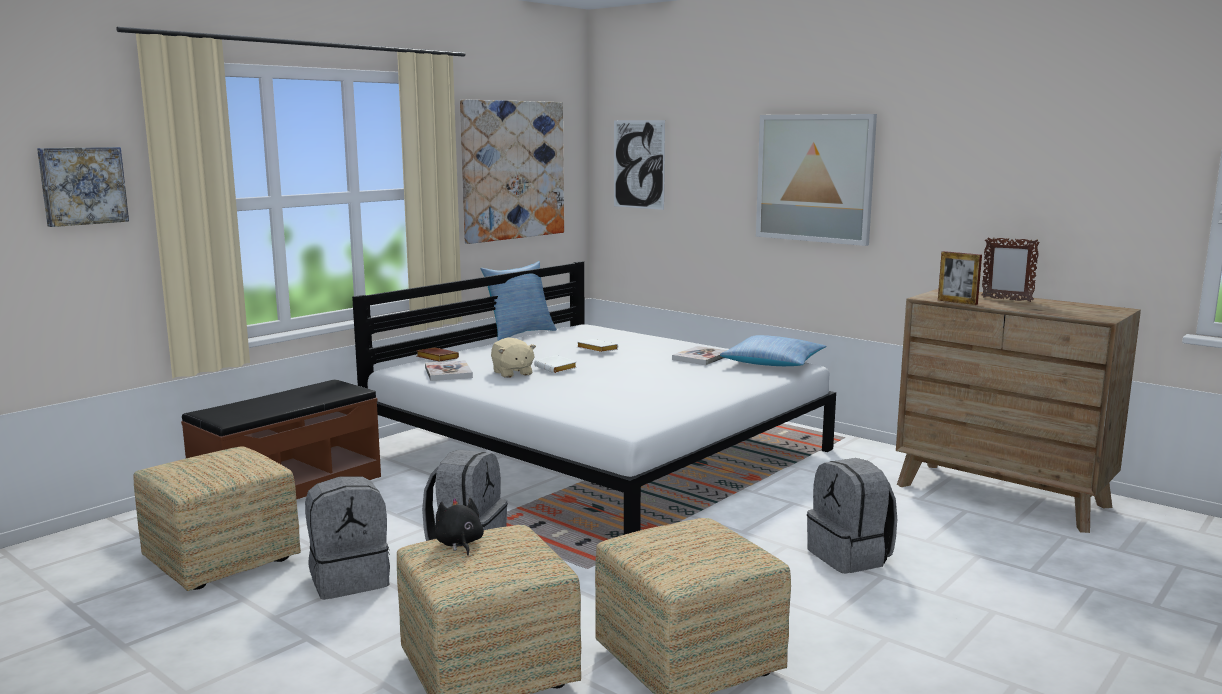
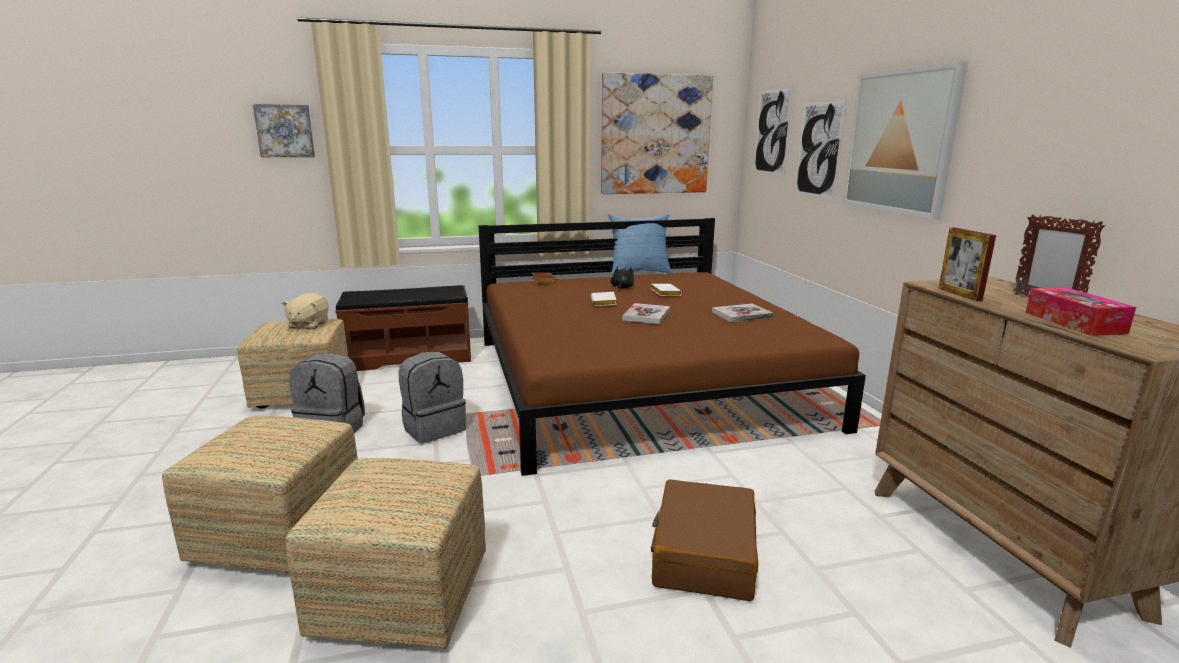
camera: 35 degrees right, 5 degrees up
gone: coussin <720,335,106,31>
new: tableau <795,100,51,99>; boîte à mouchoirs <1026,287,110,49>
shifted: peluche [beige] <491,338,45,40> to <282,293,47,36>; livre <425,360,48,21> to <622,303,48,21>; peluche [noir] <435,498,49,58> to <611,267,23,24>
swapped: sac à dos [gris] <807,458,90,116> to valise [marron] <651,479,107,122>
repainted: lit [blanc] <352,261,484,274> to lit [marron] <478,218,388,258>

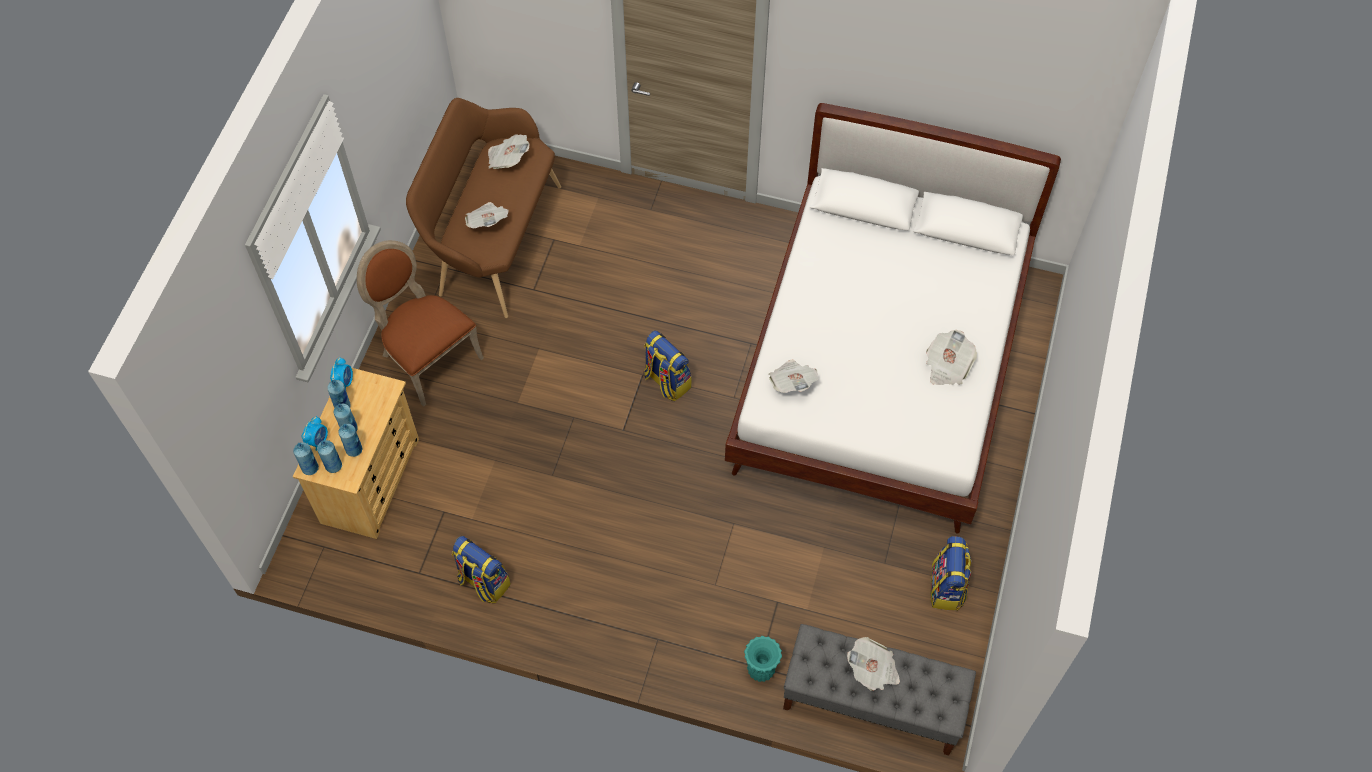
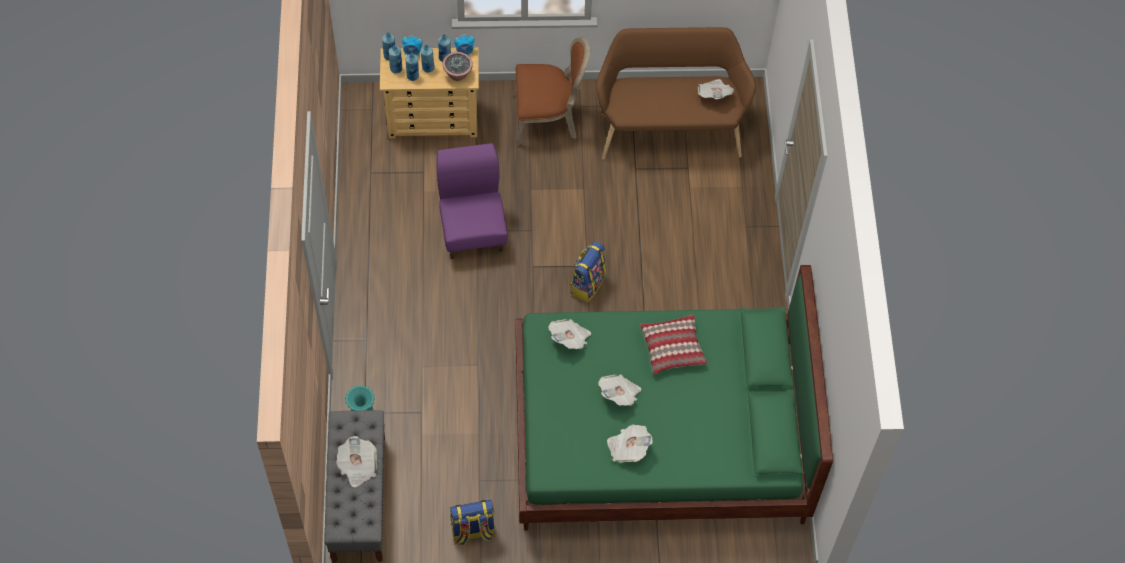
camera: 70 degrees right, 0 degrees up
gone: sac à dos <452,536,59,67>
new: plante en pot <443,52,30,29>; chaise [violet] <436,143,72,116>; coussin <640,314,68,60>
shifted: journal <465,202,44,26> to <598,374,43,32>
repainted: lit [blanc] <725,103,336,431> to lit [vert] <515,265,318,266>
rotated: chaise [marron] <357,240,127,167> = <514,37,76,109> 60 degrees clockwise

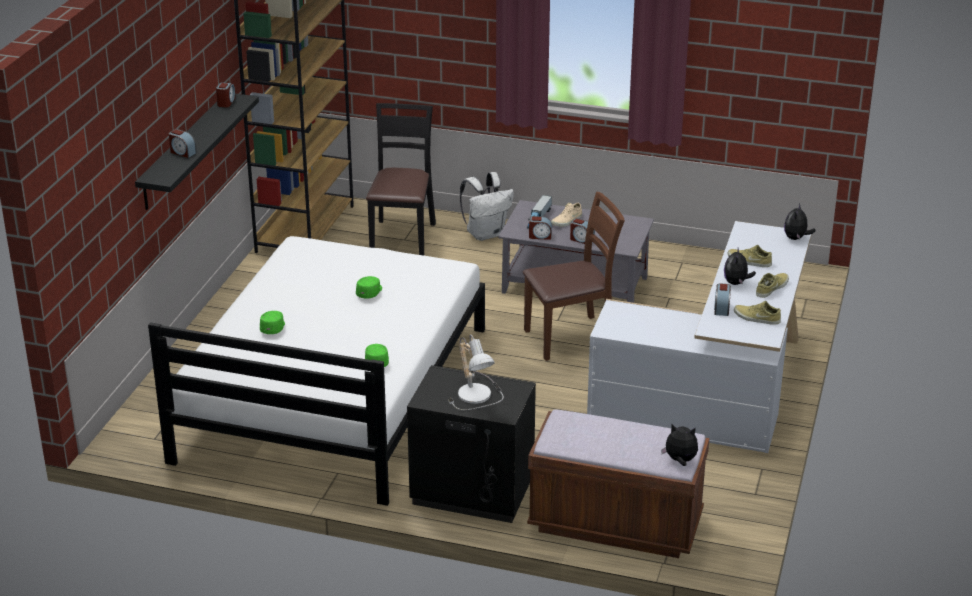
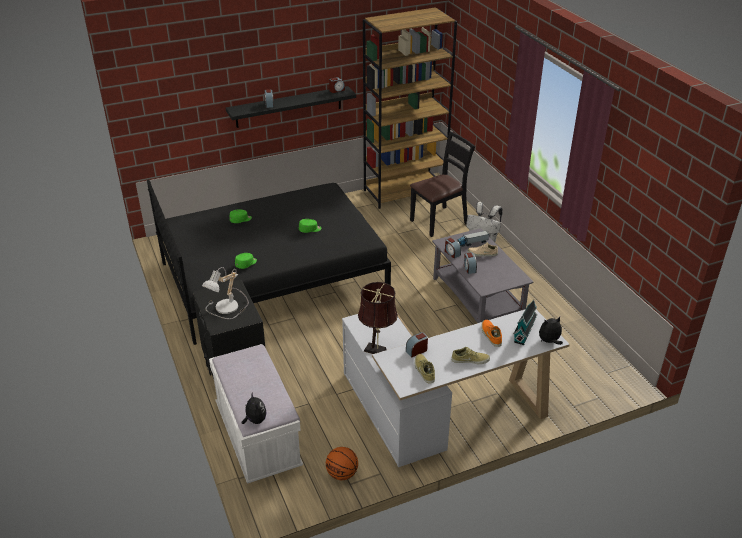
camera: 50 degrees right, 5 degrees up
gone: chaise [marron] <523,192,102,169>; peluche <724,248,32,37>
new: lampe de table [marron] <358,282,40,72>; maison miniature <513,300,24,45>; ballon de basket <326,447,32,33>
repainted: lit [blanc] <148,236,337,270> to lit [noir] <147,179,244,166>; chaussure [beige] <728,245,44,22> to chaussure [orange] <481,320,21,27>; banc [marron] <527,409,183,149> to banc [blanc] <209,344,94,140>

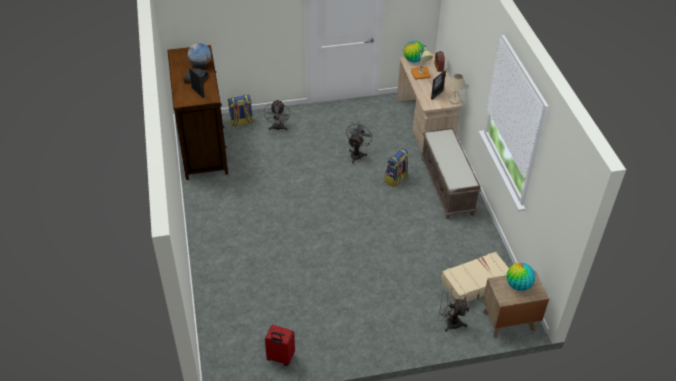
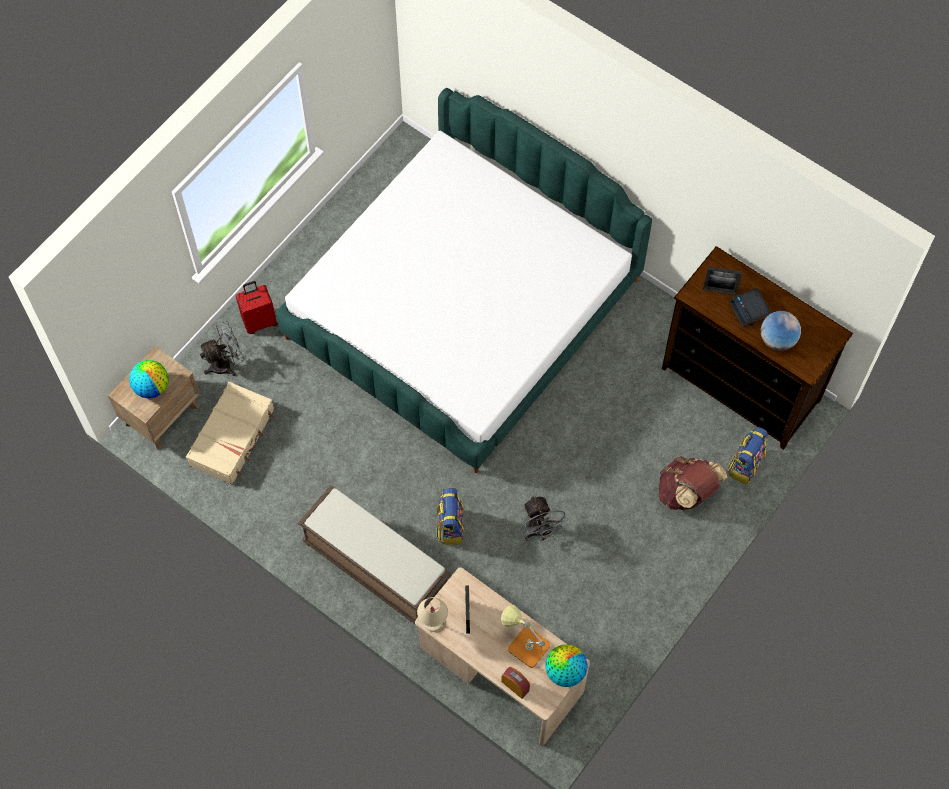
camera: 140 degrees right, 20 degrees up
new: lit <275,88,377,385>
shifted: valise [rouge] <265,325,30,41> to <236,281,42,53>
swapped: ventilateur [gris] <263,100,27,30> to sac à dos [marron] <659,456,69,54>

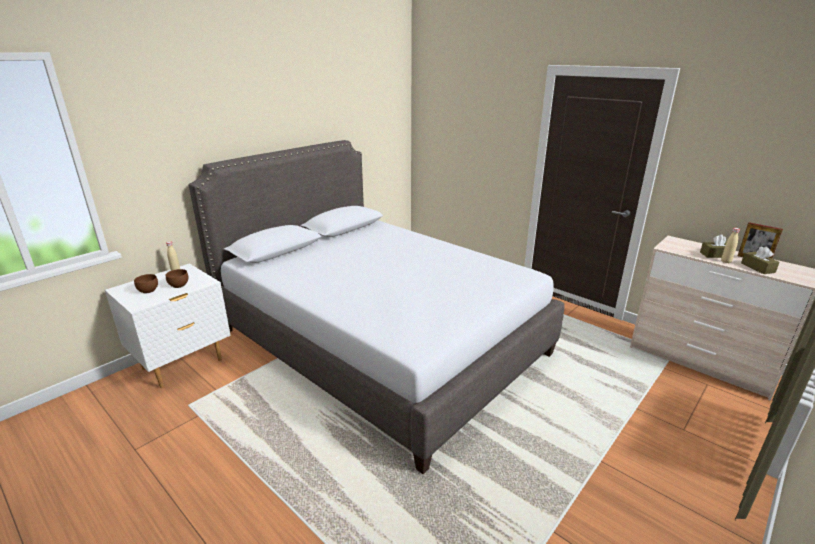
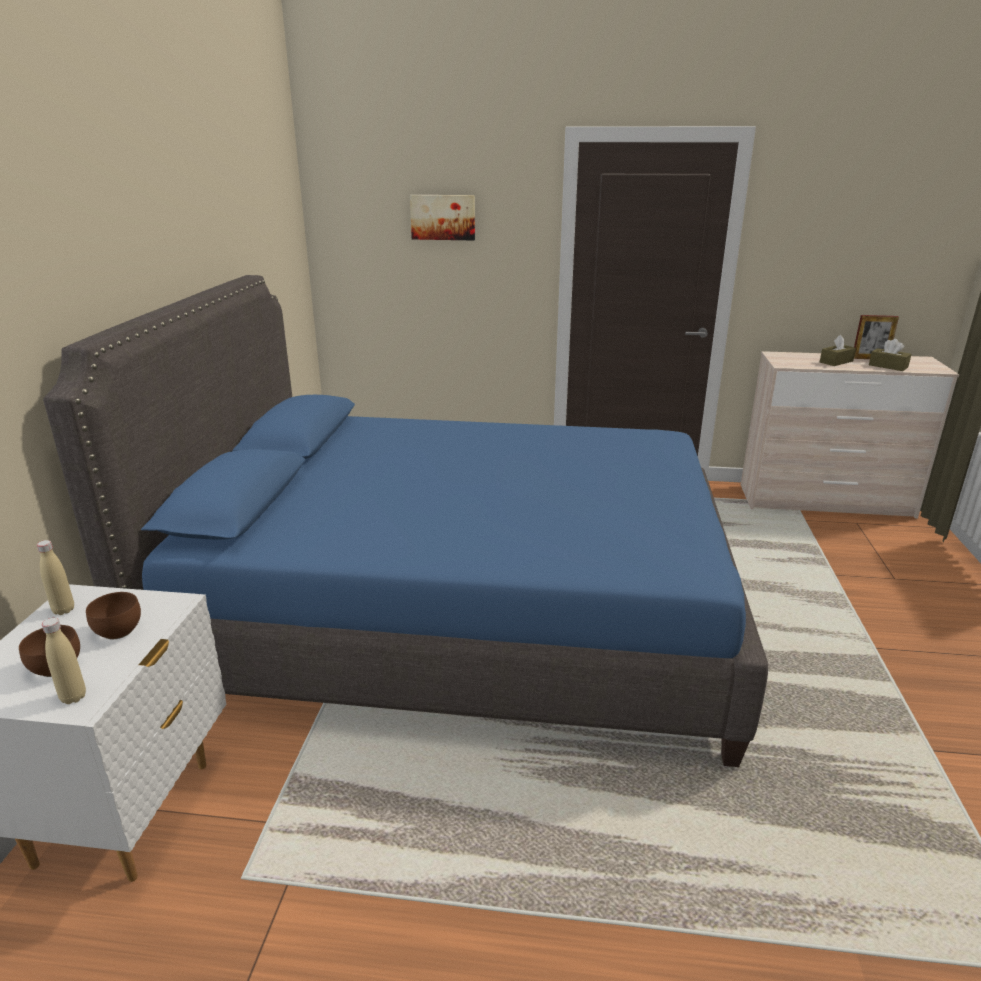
camera: 35 degrees left, 0 degrees up
new: tableau <410,195,65,45>
shifted: bouteille [beige] <721,228,19,35> to <42,618,44,86>
repainted: lit [gris] <189,140,375,334> to lit [bleu] <43,275,725,492>

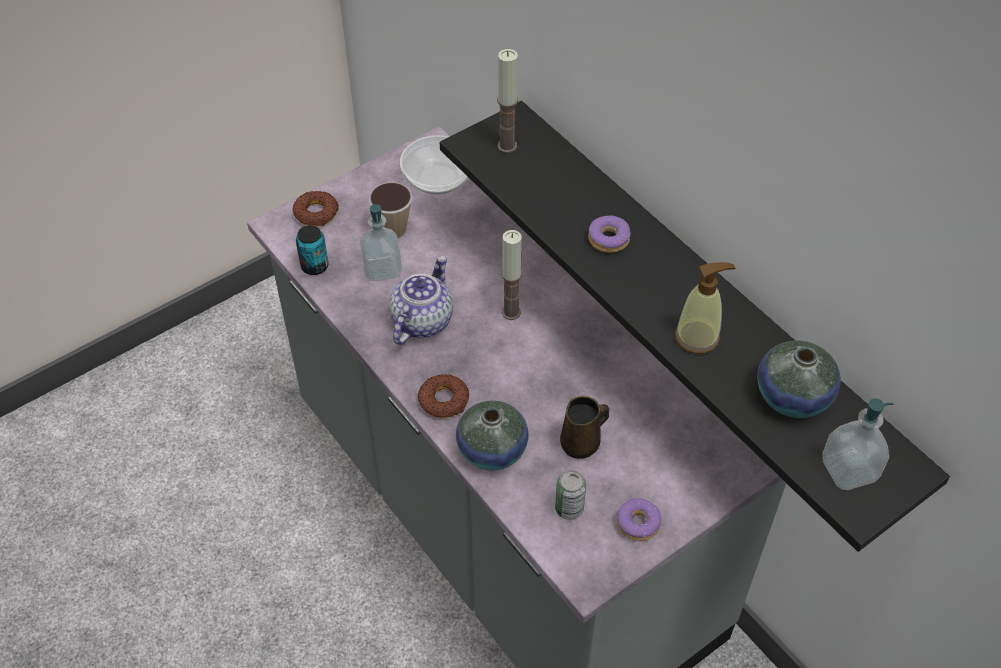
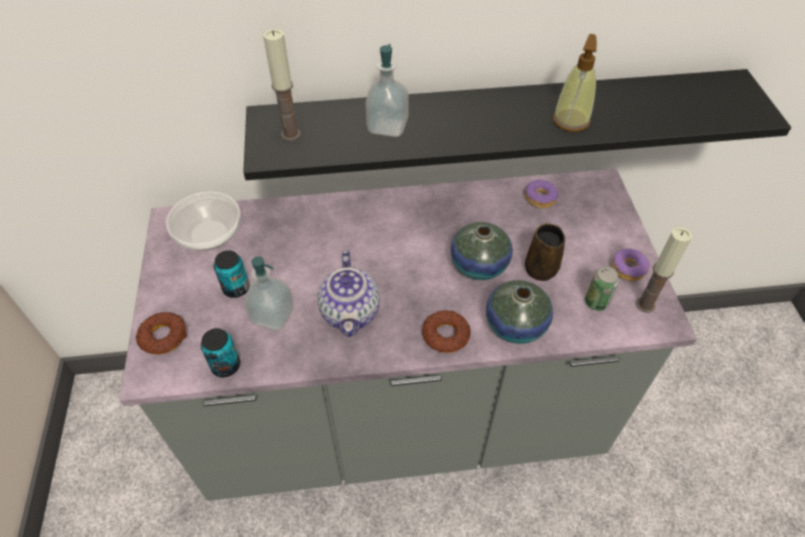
camera: 60 degrees left, 0 degrees up
shifted: beignet <588,215,43,38> to <525,180,34,28>; bougie <501,230,21,90> to <636,227,56,86>; vase <758,340,83,78> to <450,222,63,58>; distributeur de savon <822,399,72,91> to <365,44,44,93>
swapped: tasse <369,182,44,56> to boîte métallique <214,250,35,48>
rotated: théière <389,256,64,89> = <317,250,63,87> 150 degrees counterclockwise

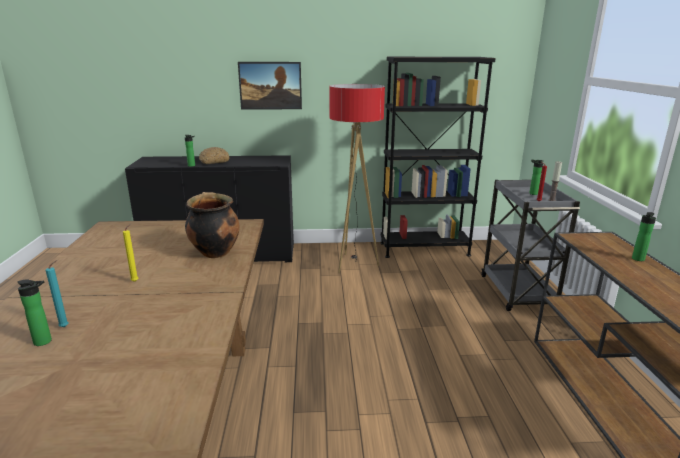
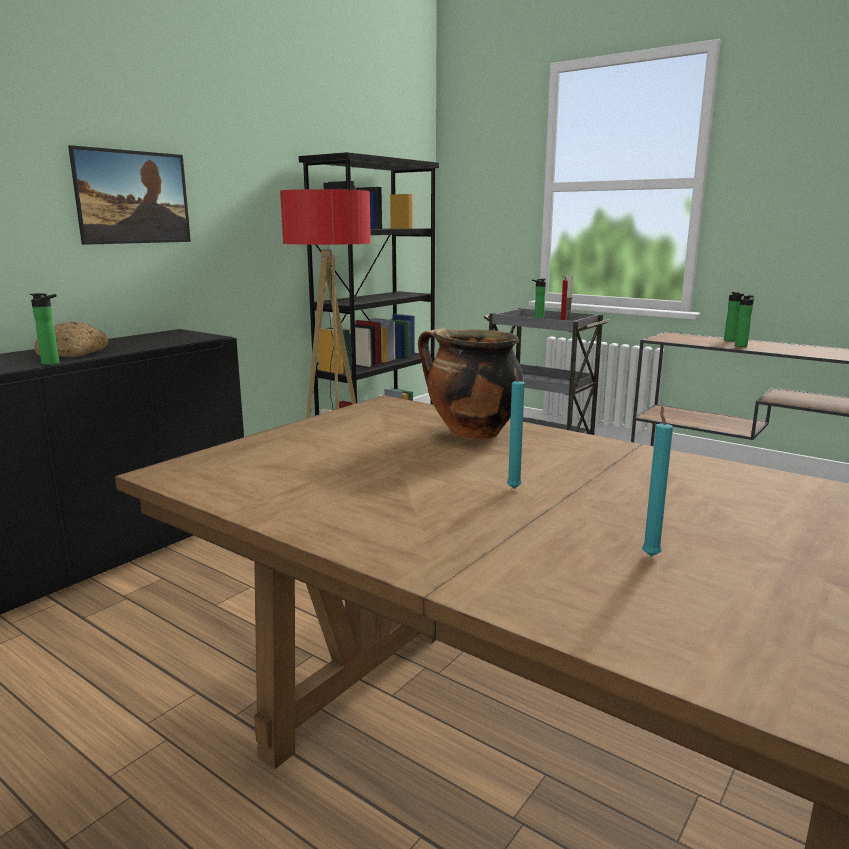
camera: 50 degrees left, 5 degrees down
shifted: bouteille <18,279,34,67> to <735,295,20,52>
repainted: bougie [jaune] <123,224,15,58> to bougie [turquoise] <507,367,18,122>

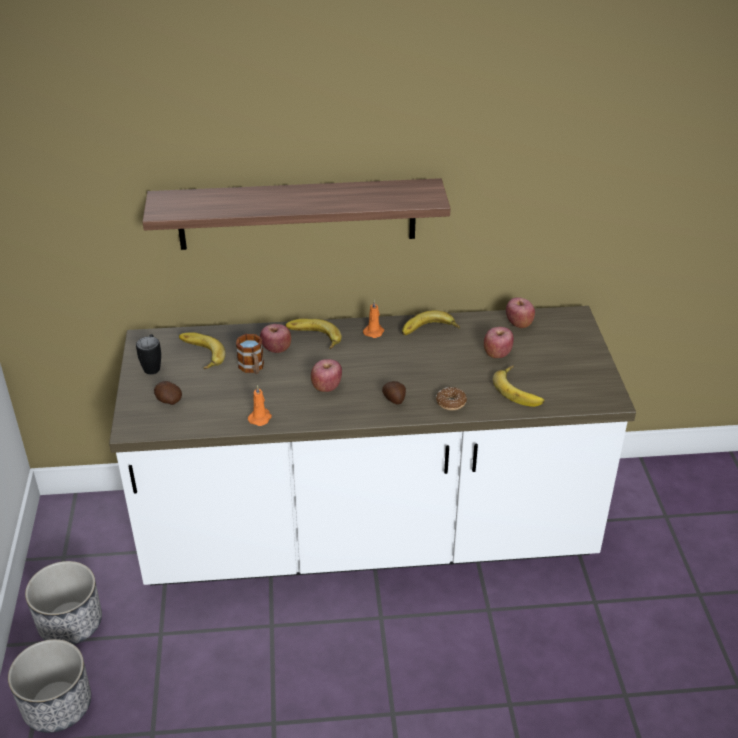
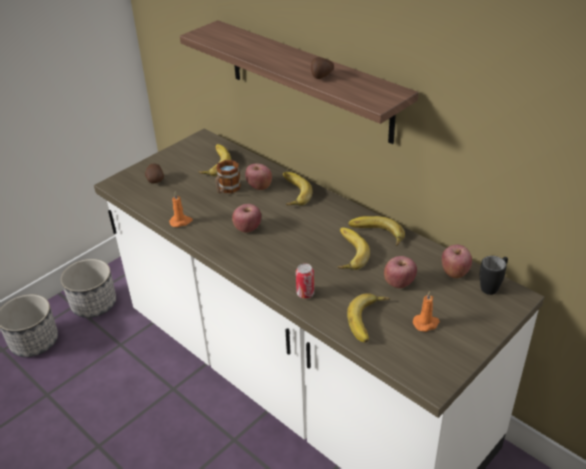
camera: 50 degrees right, 0 degrees up
new: banane <338,228,32,42>
shifted: bougie [orange] <363,300,21,38> to <412,291,28,41>; mug [noir] <136,334,25,40> to <480,256,28,39>; pomme de terre <382,381,24,24> to <311,57,23,22>
swapped: beignet <436,387,31,23> to boîte métallique <296,263,18,35>

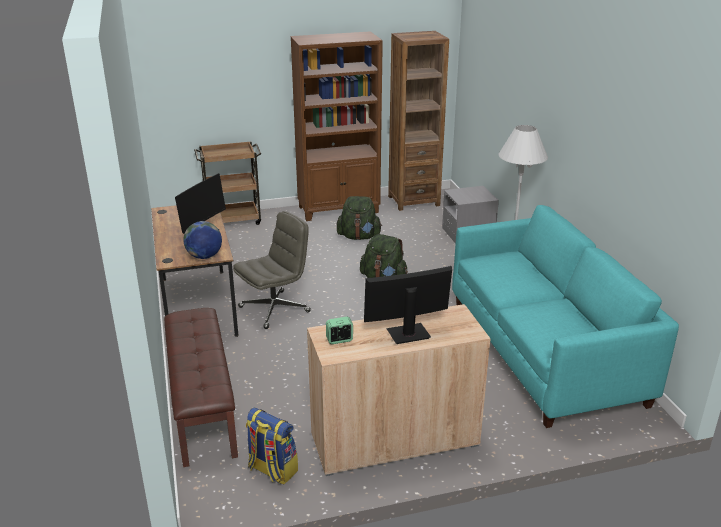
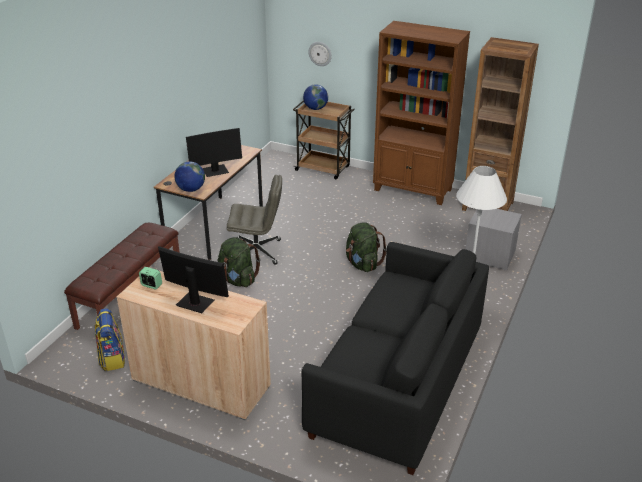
camera: 40 degrees right, 5 degrees up
new: horloge murale <309,42,23,24>; globe <303,84,25,26>
shifted: sac à dos [vert] <336,196,46,44> to <218,237,43,50>
repainted: canapé [turquoise] <452,205,227,223> to canapé [noir] <302,242,187,233>

